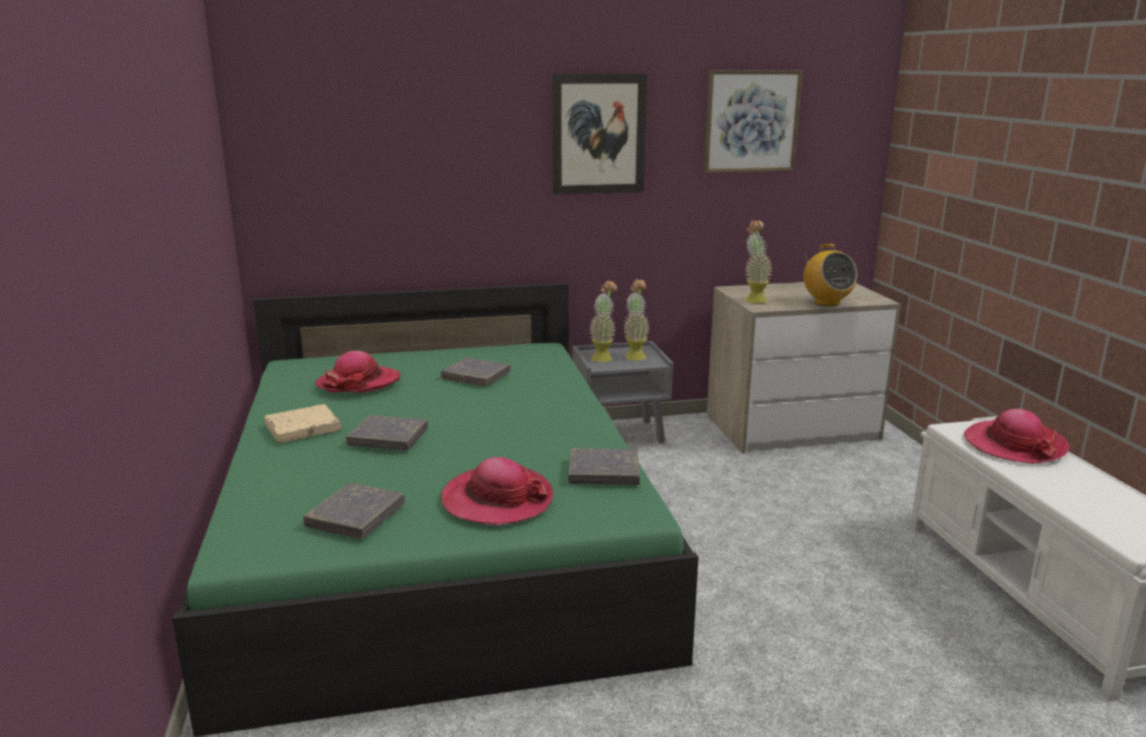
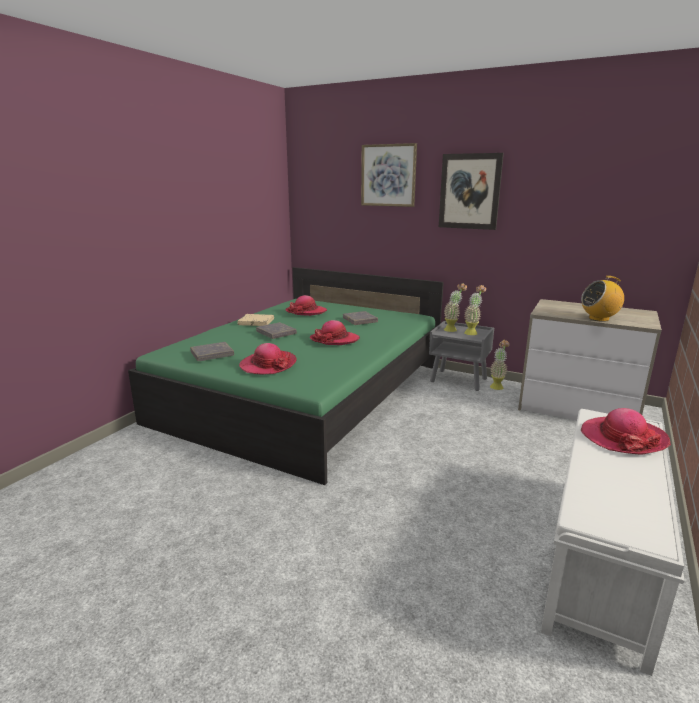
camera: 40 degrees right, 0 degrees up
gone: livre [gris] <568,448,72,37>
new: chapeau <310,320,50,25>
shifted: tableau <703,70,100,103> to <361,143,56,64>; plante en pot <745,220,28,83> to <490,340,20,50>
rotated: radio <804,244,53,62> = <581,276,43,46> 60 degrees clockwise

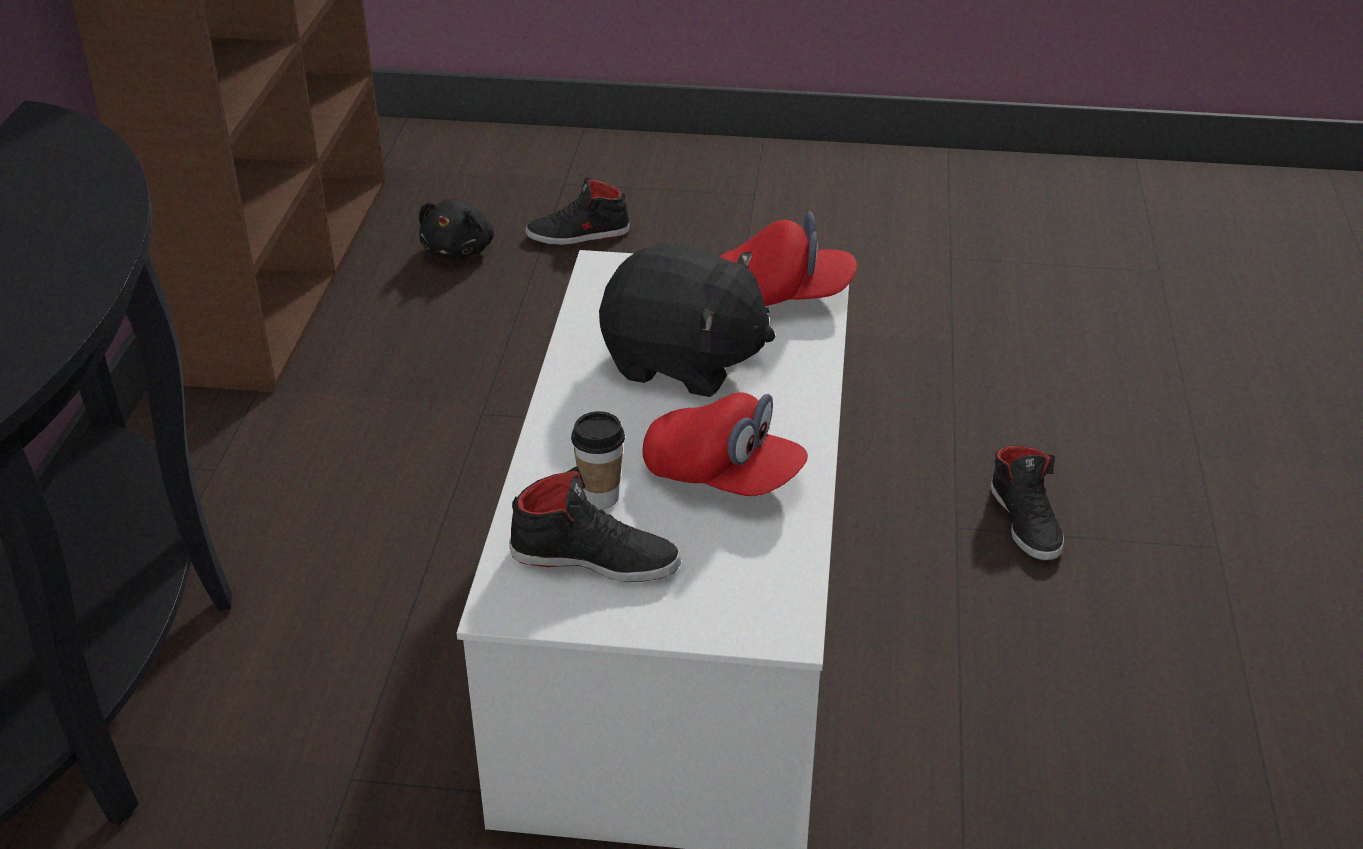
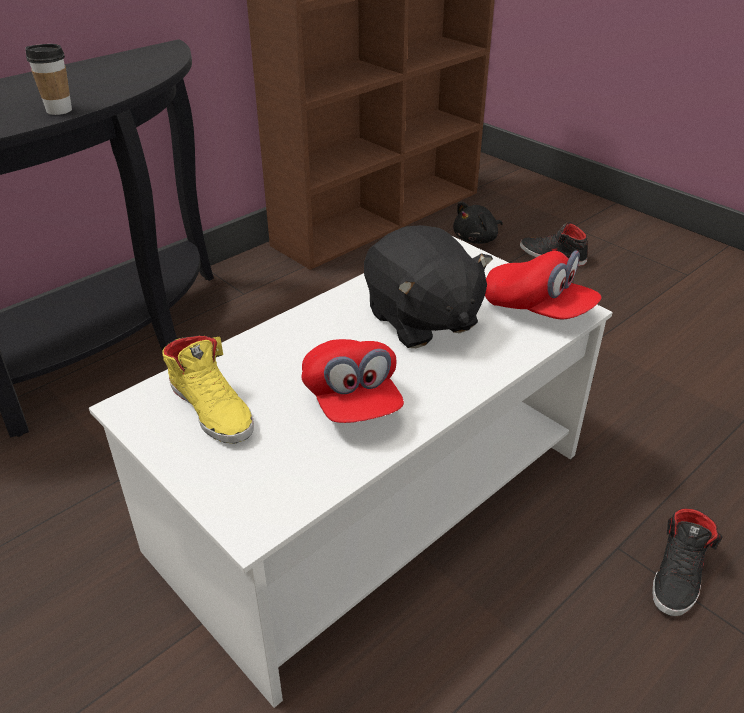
camera: 40 degrees right, 0 degrees up
shifted: tasse <571,411,54,98> to <25,44,47,71>
repainted: chaussure [noir] <509,466,172,116> to chaussure [jaune] <162,335,92,109>

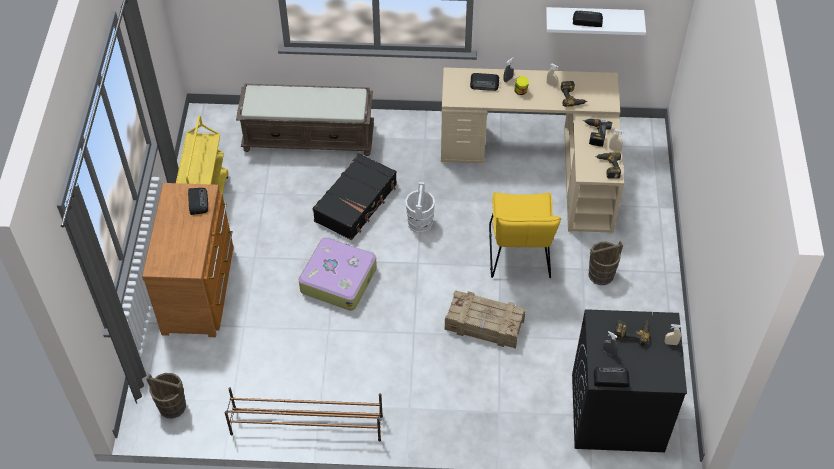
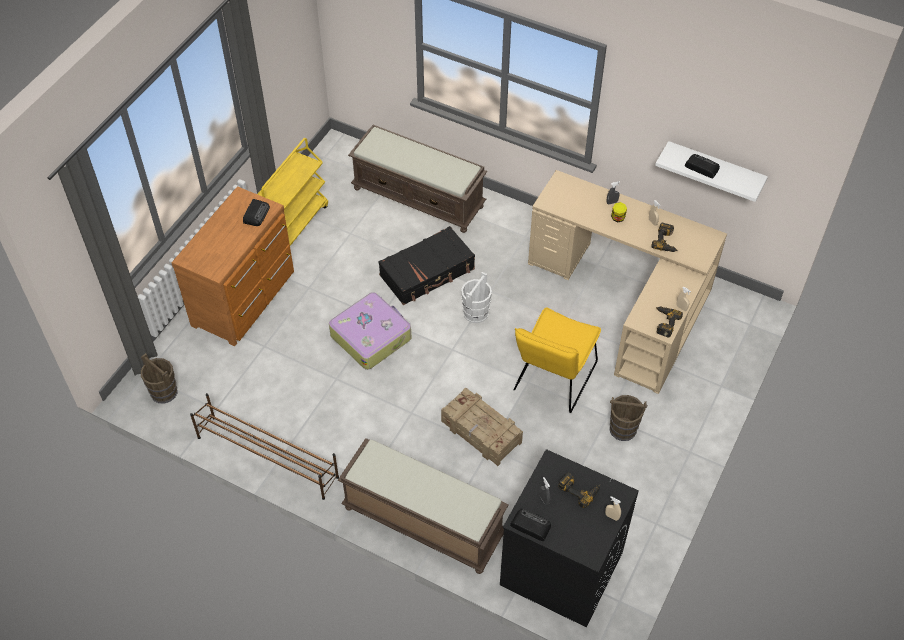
camera: 25 degrees right, 0 degrees up
gone: radio <470,73,29,18>; perceuse <583,119,29,28>
new: banc [marron] <338,438,171,136>

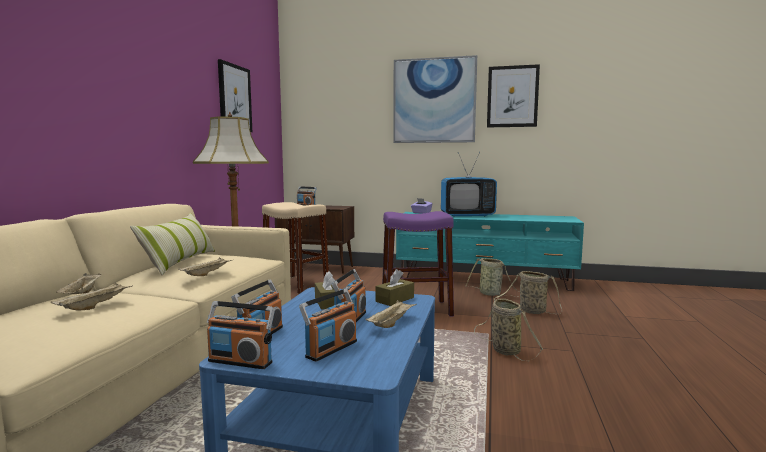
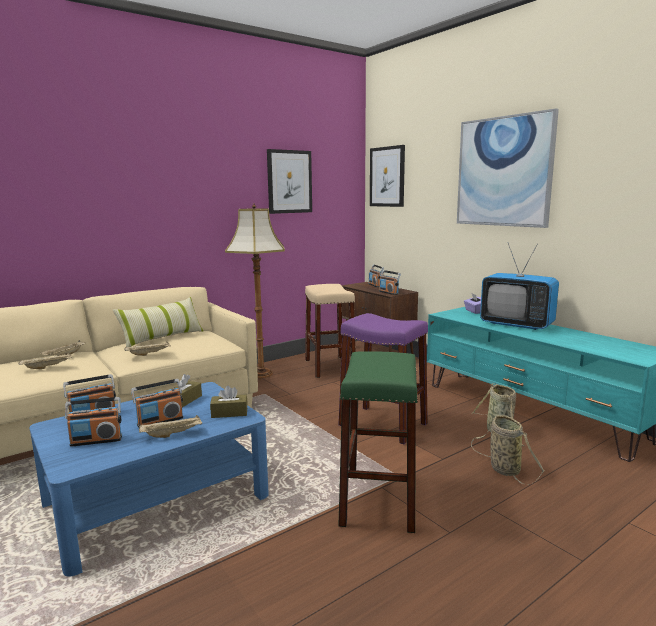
camera: 40 degrees right, 5 degrees up
shifted: tableau <487,64,53,63> to <370,145,35,62>; radio <207,301,68,68> to <379,270,22,25>
swapped: panier <474,299,69,62> to tabouret [vert] <338,351,80,182>

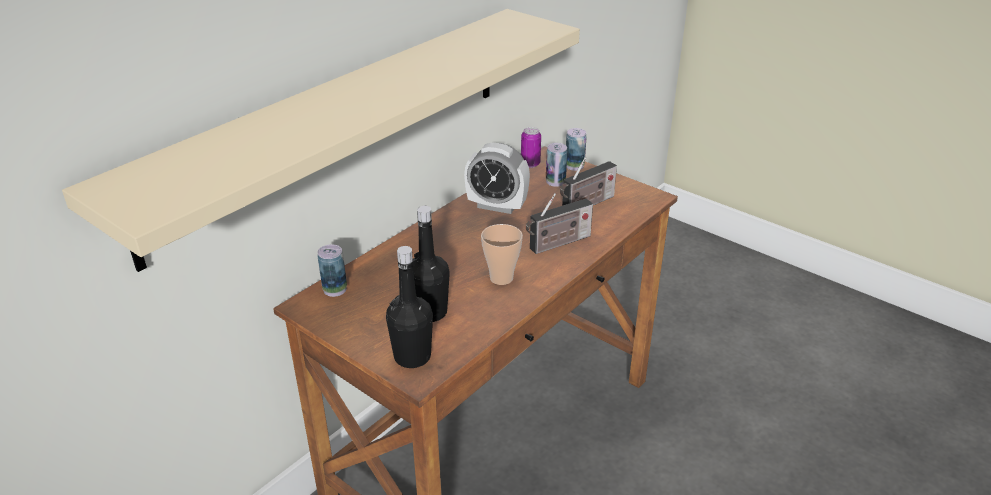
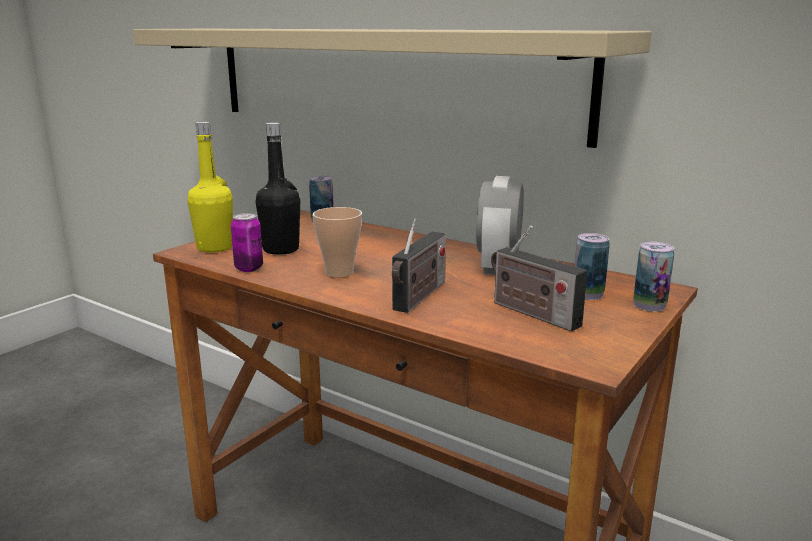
camera: 85 degrees right, 15 degrees down
shifted: boîte métallique <521,127,20,41> to <231,213,32,59>
repainted: bouteille [noir] <386,246,47,122> to bouteille [jaune] <187,121,46,132>
rotated: radio <526,193,67,61> = <392,218,54,95> 120 degrees counterclockwise

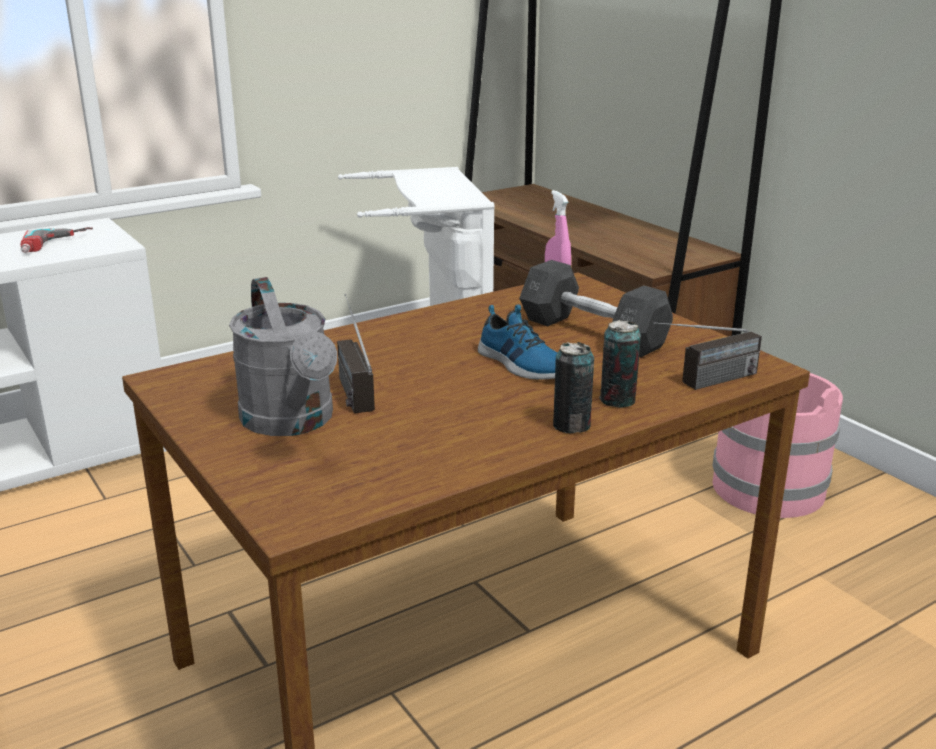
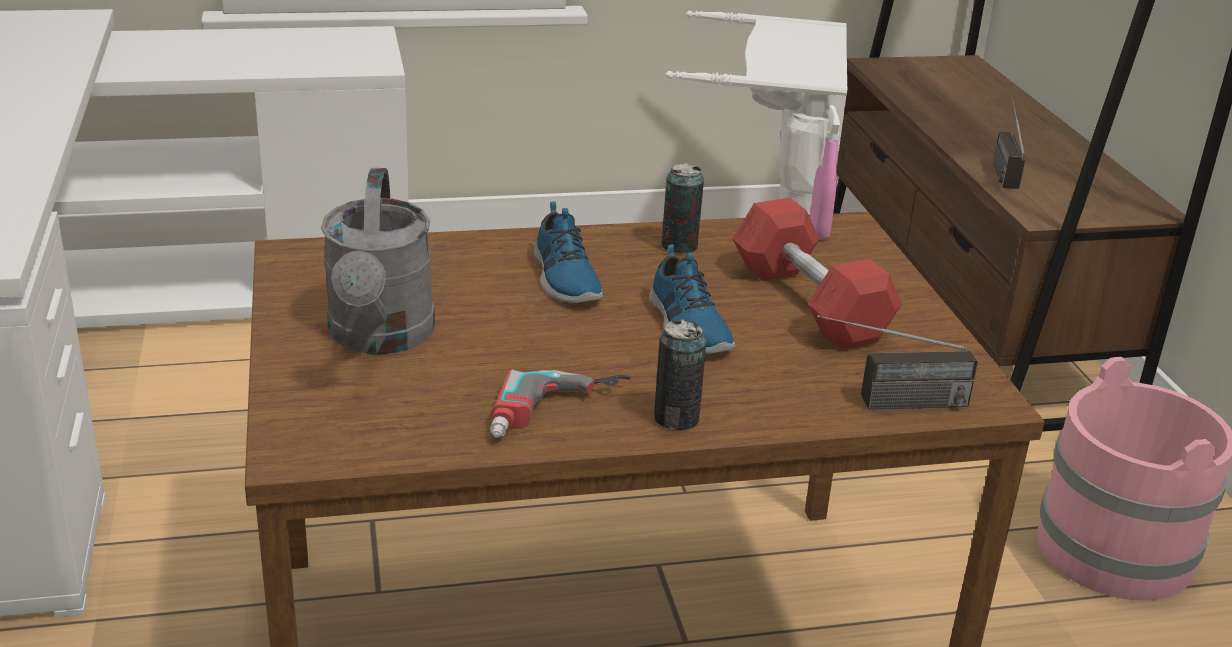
camera: 20 degrees right, 5 degrees up
new: chaussure <534,201,69,102>
shifted: perceuse <21,227,72,26> to <490,369,141,69>; radio <337,294,38,119> to <993,96,32,93>; boîte métallique <599,320,42,88> to <661,163,43,90>
repainted: haltère [gris] <519,260,154,97> to haltère [rouge] <733,198,169,152>

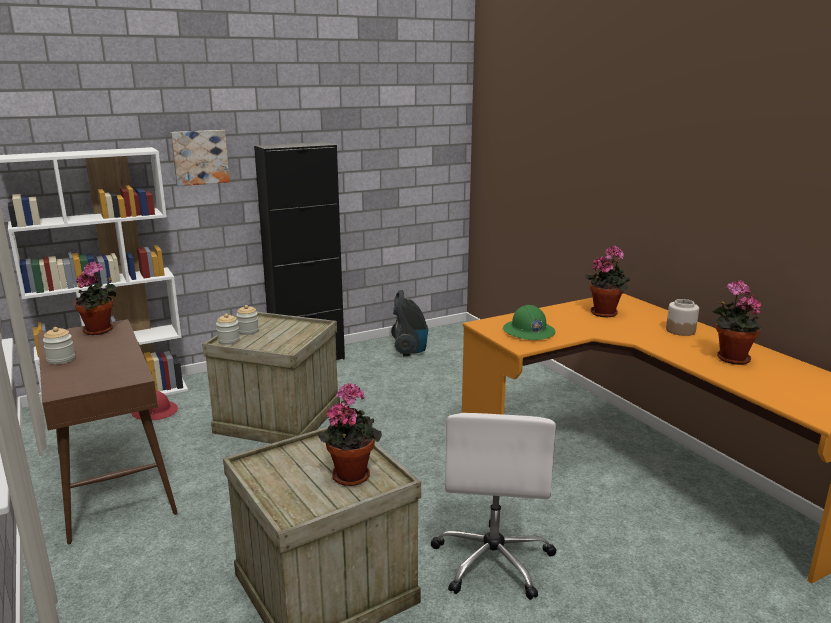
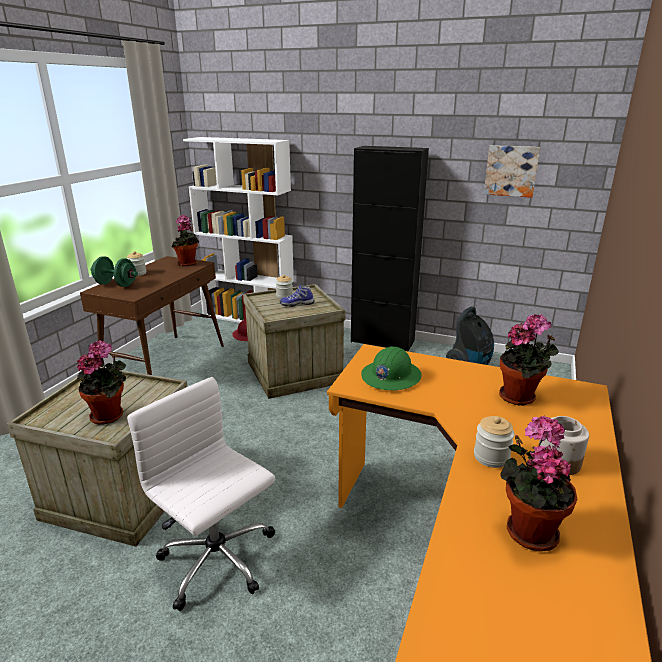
camera: 50 degrees right, 5 degrees up
new: haltère [vert] <91,256,47,31>; chaussure <280,285,34,22>
shifted: tableau <171,130,59,56> to <484,145,56,53>; bocal <216,314,24,31> to <474,416,41,52>
rotated: chaise de bureau [blanc] <430,413,127,187> = <127,377,148,234> 75 degrees clockwise

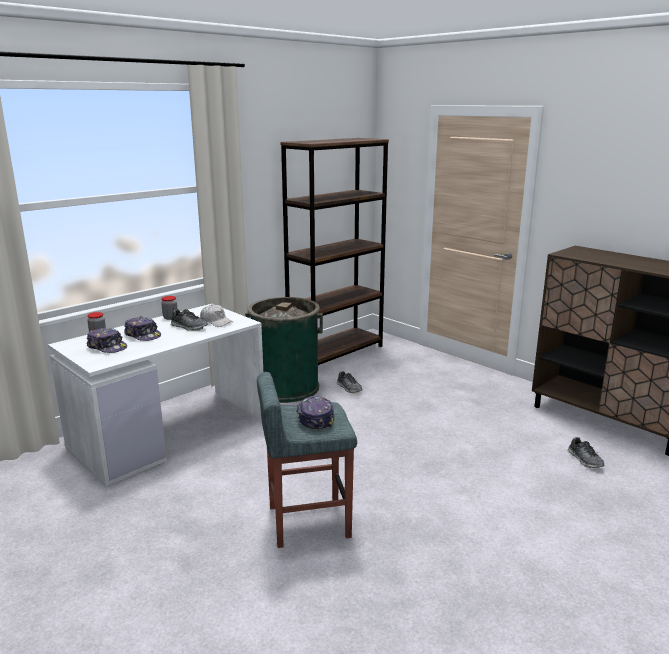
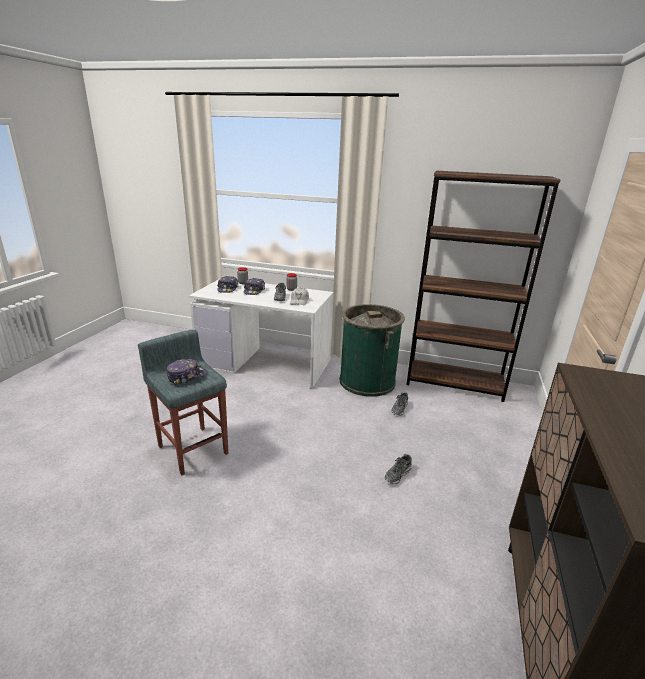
camera: 60 degrees right, 5 degrees up
shifted: chaussure <567,437,38,32> to <384,454,28,30>

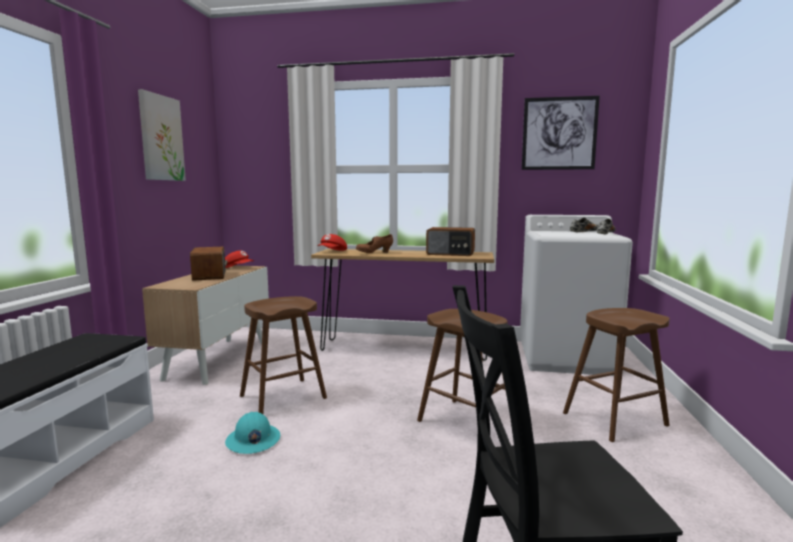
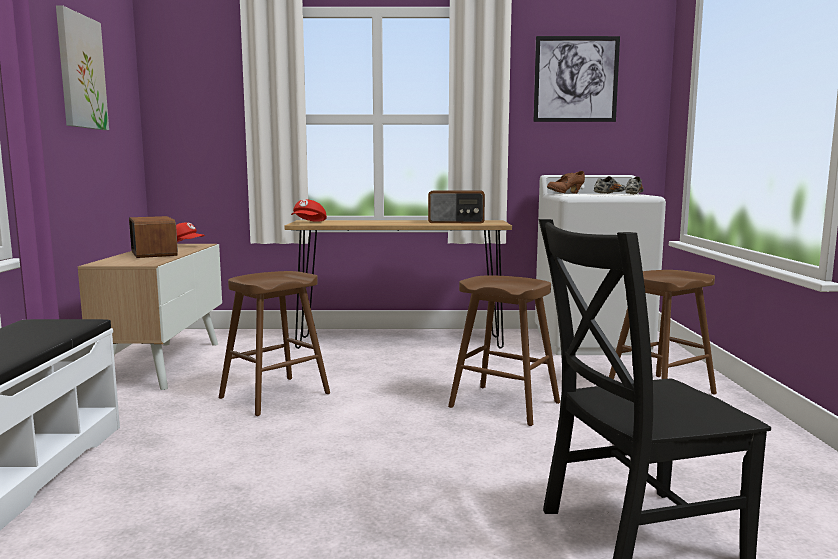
camera: 10 degrees left, 0 degrees up
gone: casque de chantier [turquoise] <225,412,55,42>
shifted: chaussure [marron] <356,234,37,19> to <547,171,38,23>

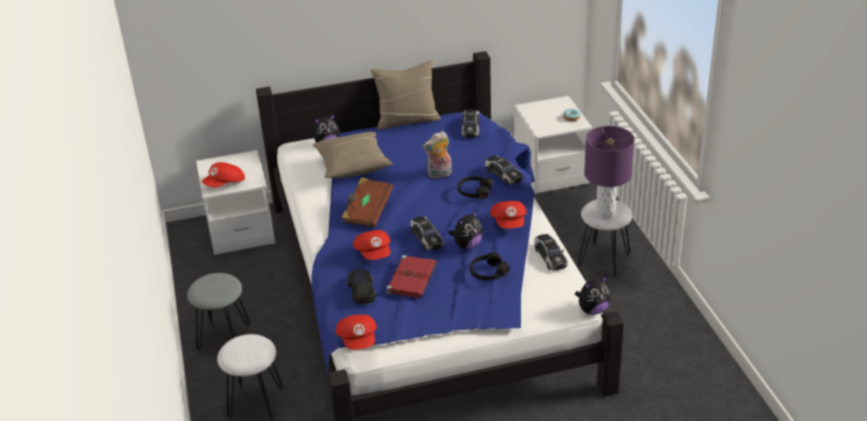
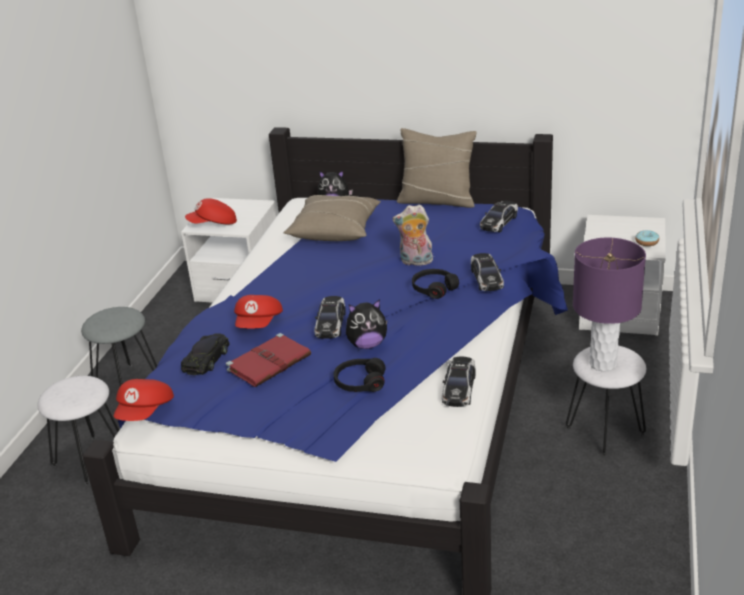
camera: 30 degrees right, 5 degrees down
gone: livre [marron] <341,177,52,51>; casquette [rouge] <490,201,37,27>; peluche <575,276,36,39>

